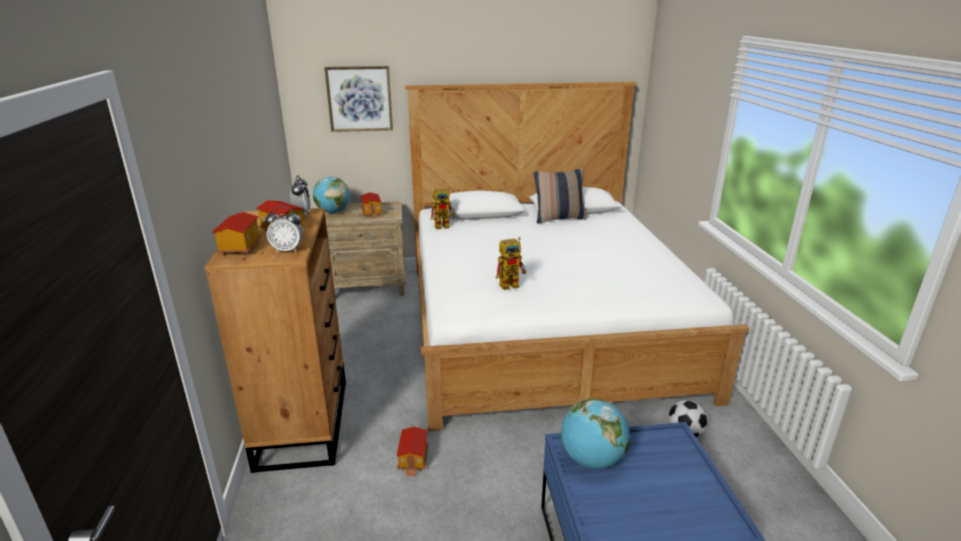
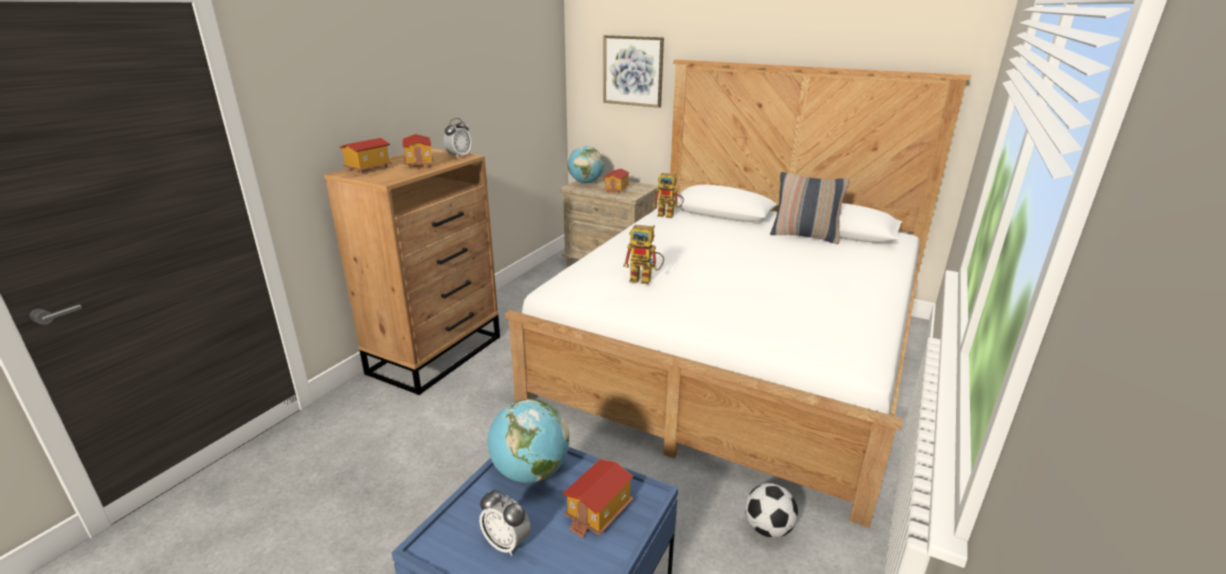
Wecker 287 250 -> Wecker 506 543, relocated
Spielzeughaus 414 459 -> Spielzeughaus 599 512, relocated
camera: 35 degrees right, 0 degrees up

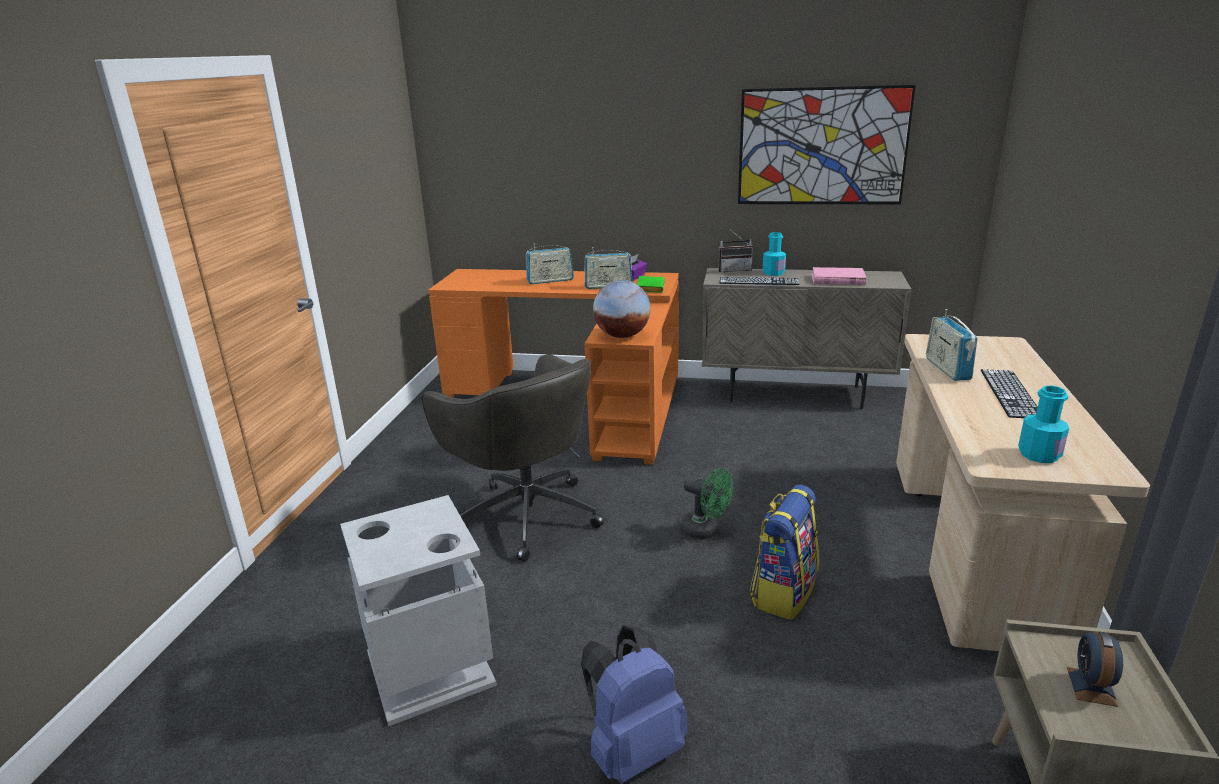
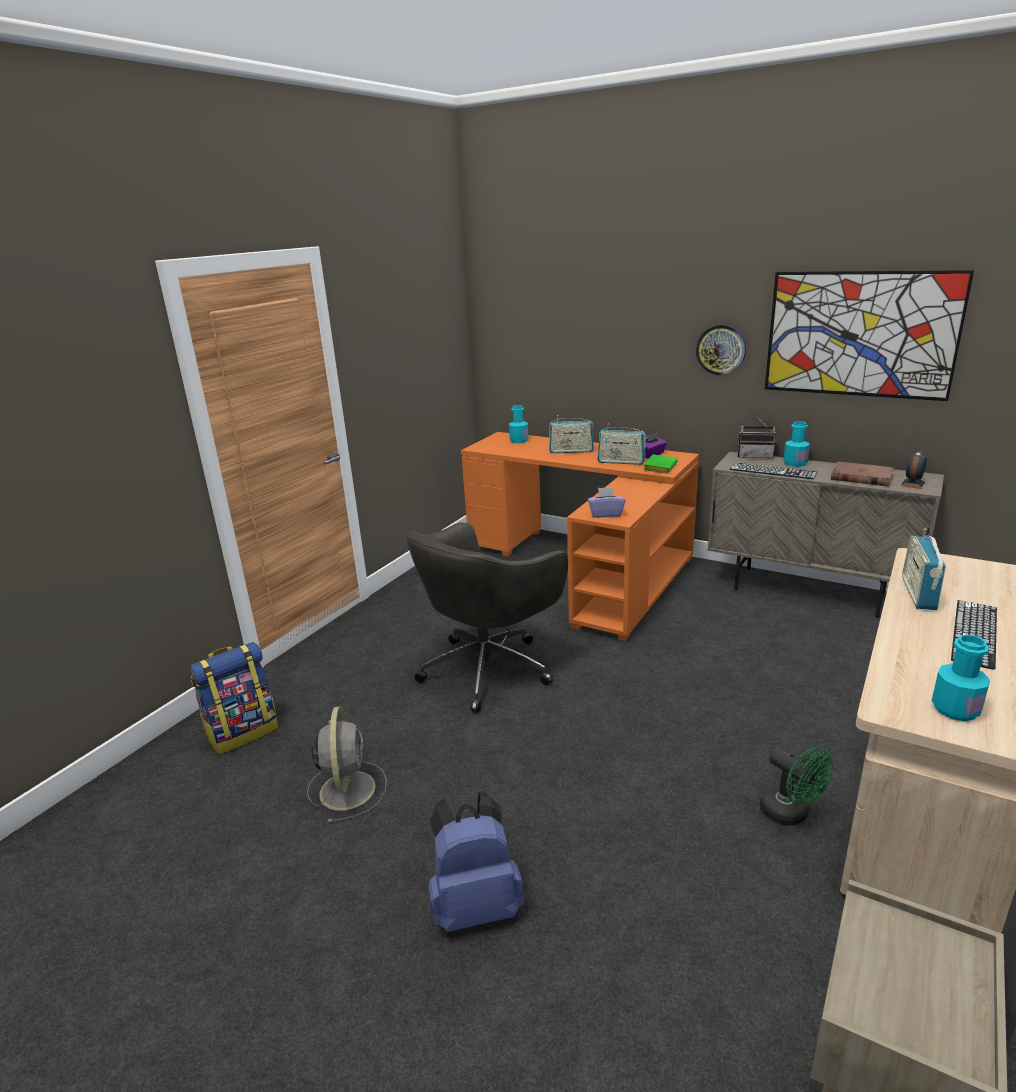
Rucksack 783 592 -> Rucksack 243 732, relocated
Mülleimer (grau) 429 668 -> Ventilator (grau) 347 788
Bürostuhl (grau) 526 514 -> Bürostuhl (grau) 489 668, 60 degrees clockwise
none -> Flasche (türkis) 519 440
Globus 622 336 -> Taschentuchbox (lila) 605 514
none -> Wanduhr 721 349
Ventilator (grün) 705 531 -> Ventilator (grün) 791 814, relocated
Buch (rosa) 837 280 -> Buch (braun) 861 477
Wecker 1091 686 -> Wecker 912 484, relocated
camera: 20 degrees right, 0 degrees up

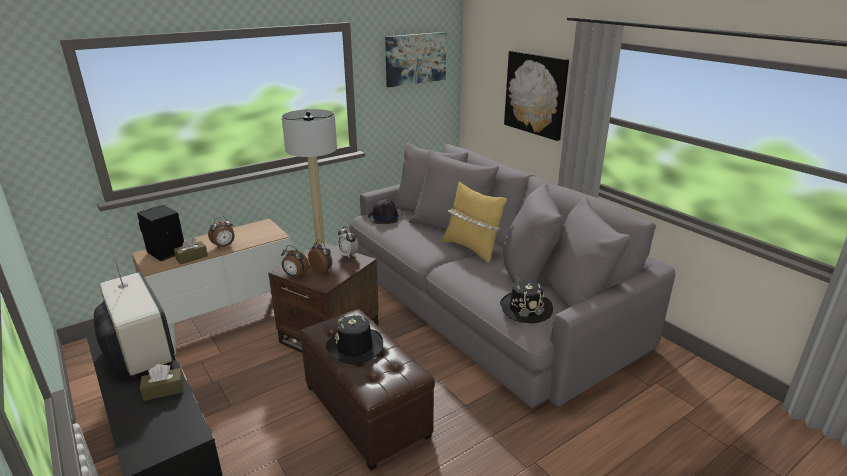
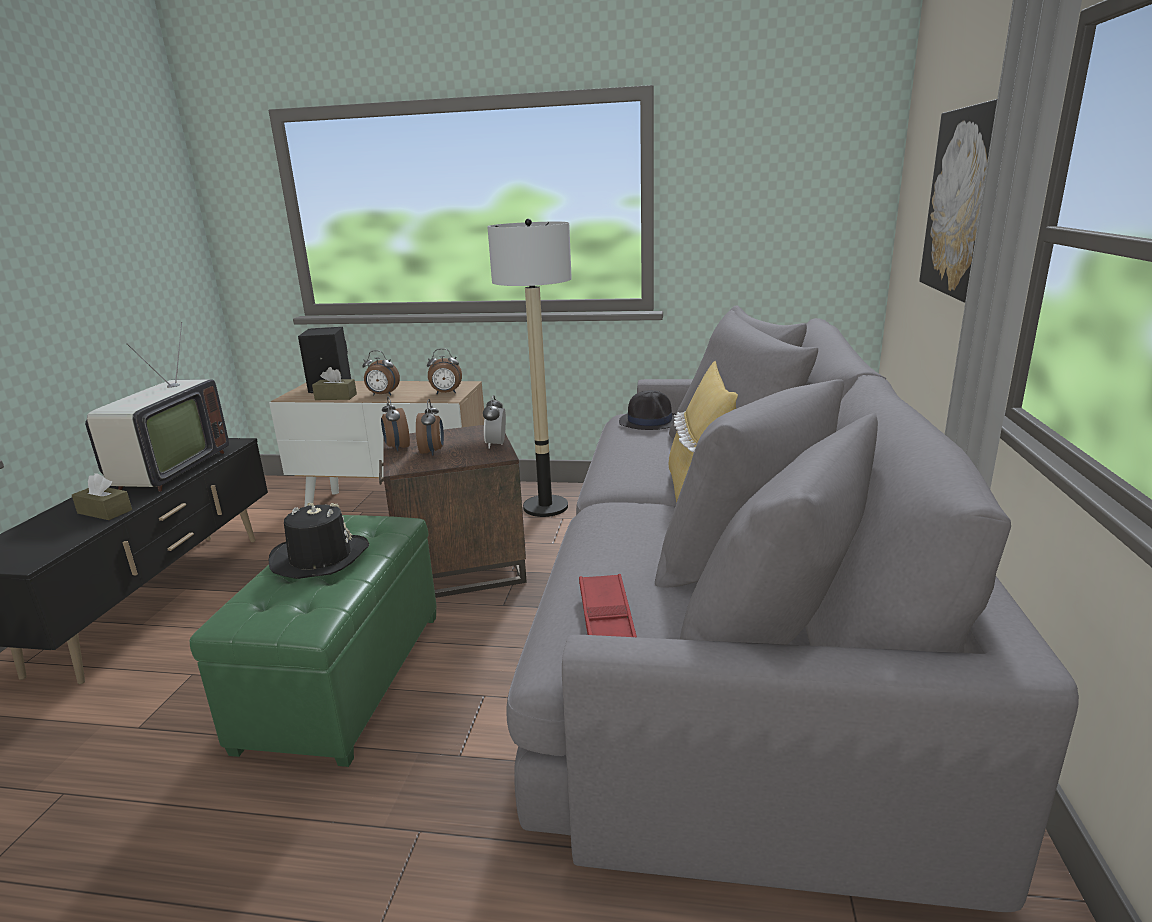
Polsterhocker (braun) 365 411 -> Polsterhocker (grün) 343 678
none -> Wecker 446 393
Hut (schwarz) 525 309 -> Tablett (rot) 606 616
Bild 415 58 -> none
camera: 45 degrees right, 5 degrees down

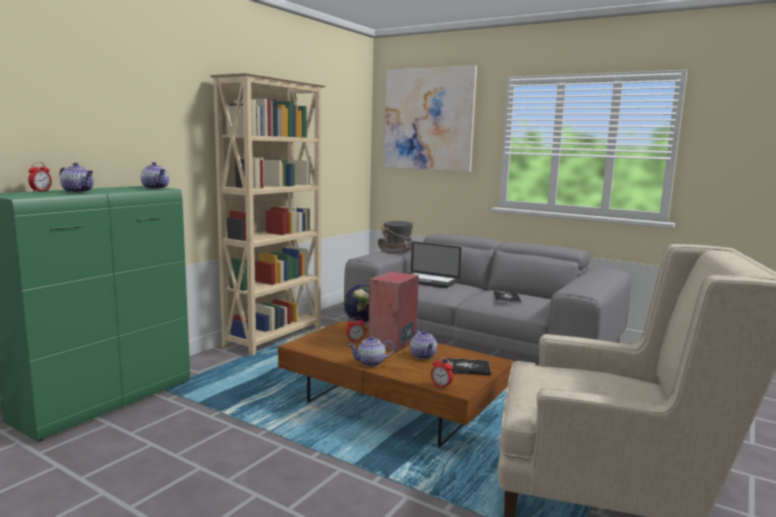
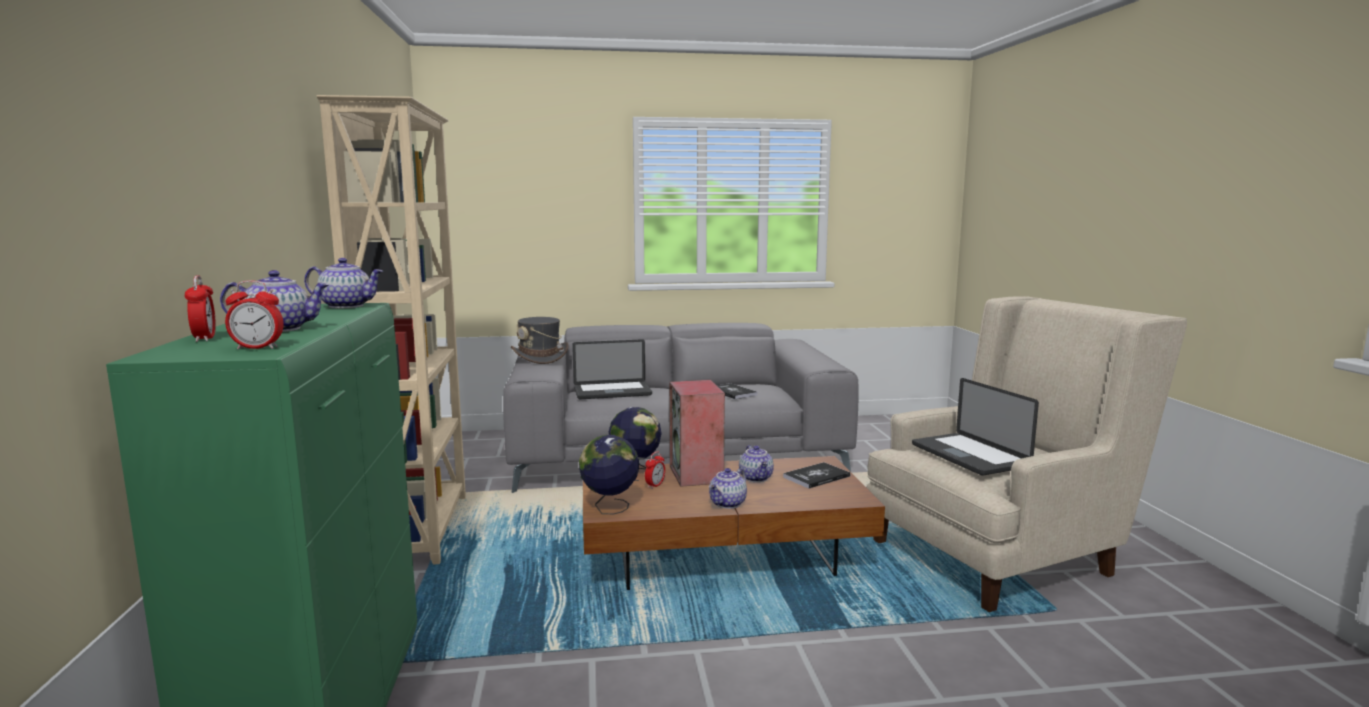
Wecker 441 386 -> Wecker 257 348, relocated
none -> Globus 609 508
Teekanne 423 356 -> Teekanne 757 478, 45 degrees clockwise
none -> Laptop 969 455
Bild 428 119 -> none
camera: 40 degrees left, 0 degrees up

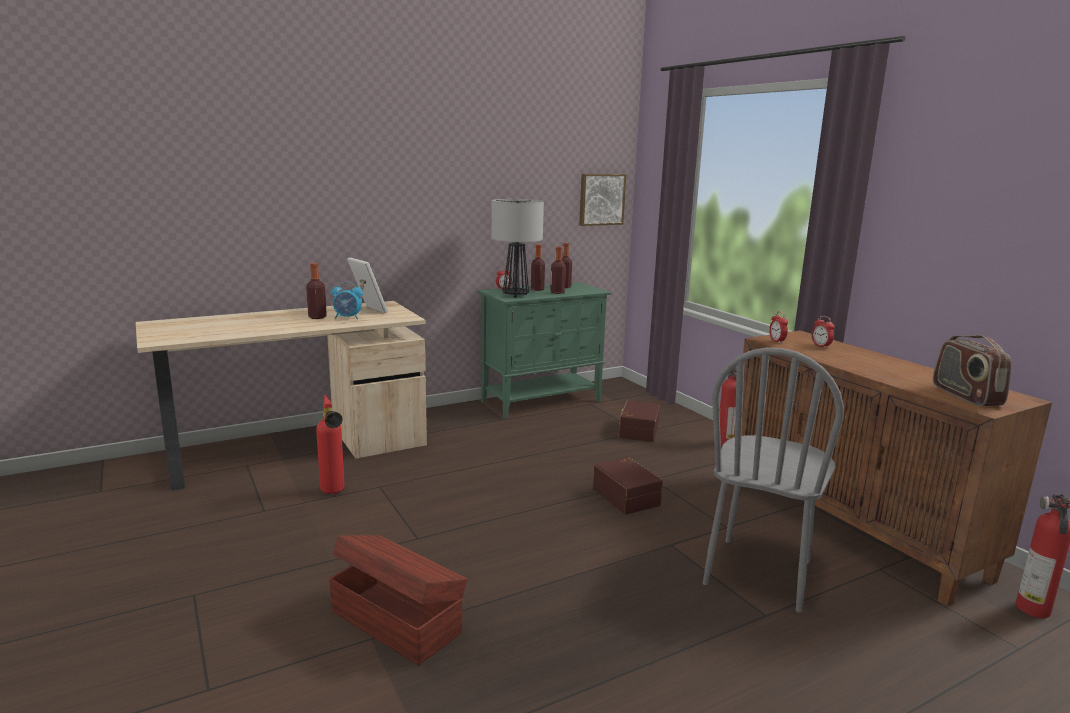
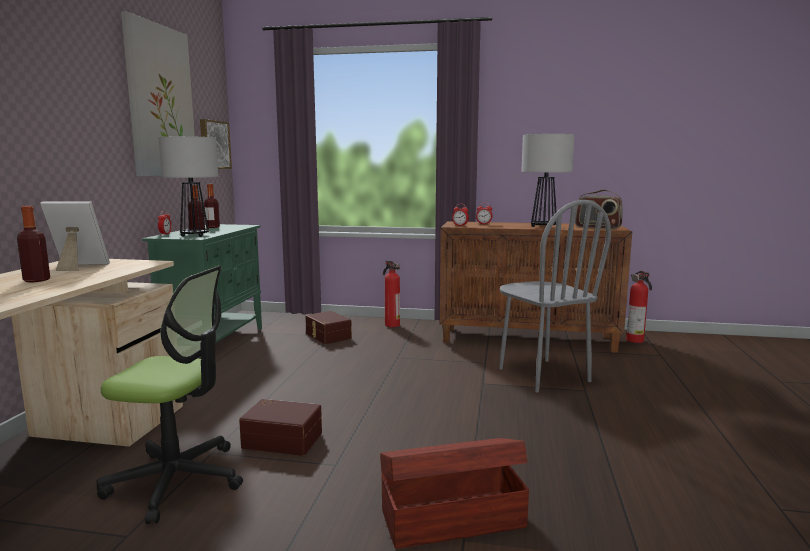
Feuerlöscher 334 493 -> Bürostuhl 177 480
none -> Bild 160 101
Aufbewahrungsbox (braun) 627 496 -> Aufbewahrungsbox (braun) 283 439, relocated
none -> Tischlampe 544 227
Wecker 348 318 -> none
Flasche 557 292 -> none
camera: 50 degrees left, 5 degrees down

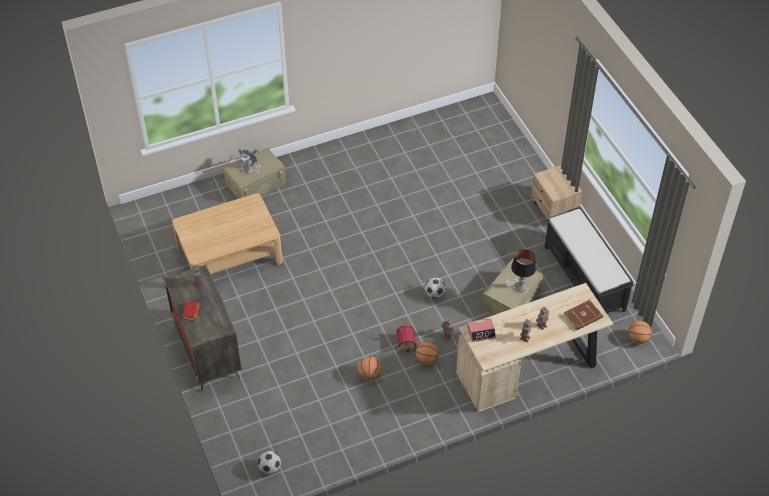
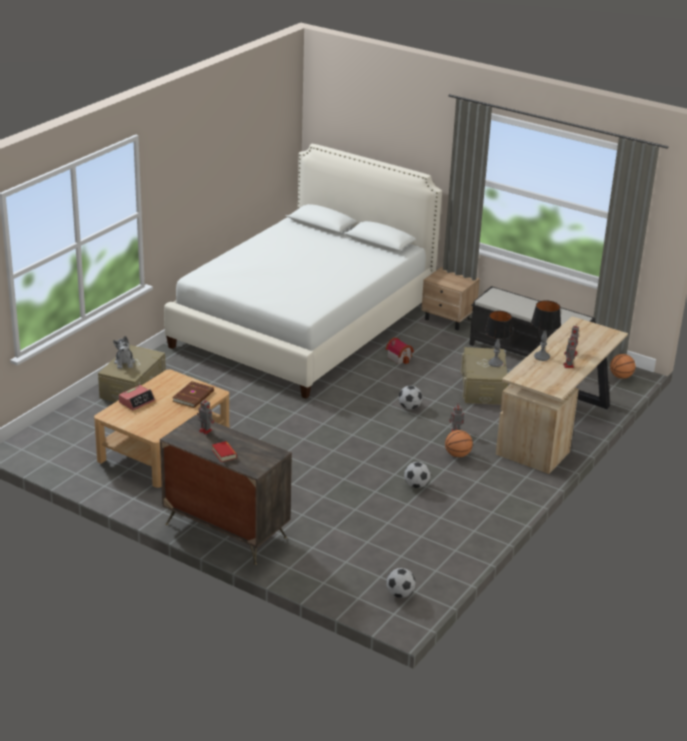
Wecker 481 332 -> Wecker 137 401, relocated
none -> Bett (weiß) 304 326
Buch (braun) 583 316 -> Buch (braun) 194 396, relocated
Spielzeughaus 407 342 -> Spielzeughaus 399 357, relocated
Basketball 369 375 -> Fußball 416 485
none -> Tischlampe 542 357
camera: 35 degrees left, 20 degrees down

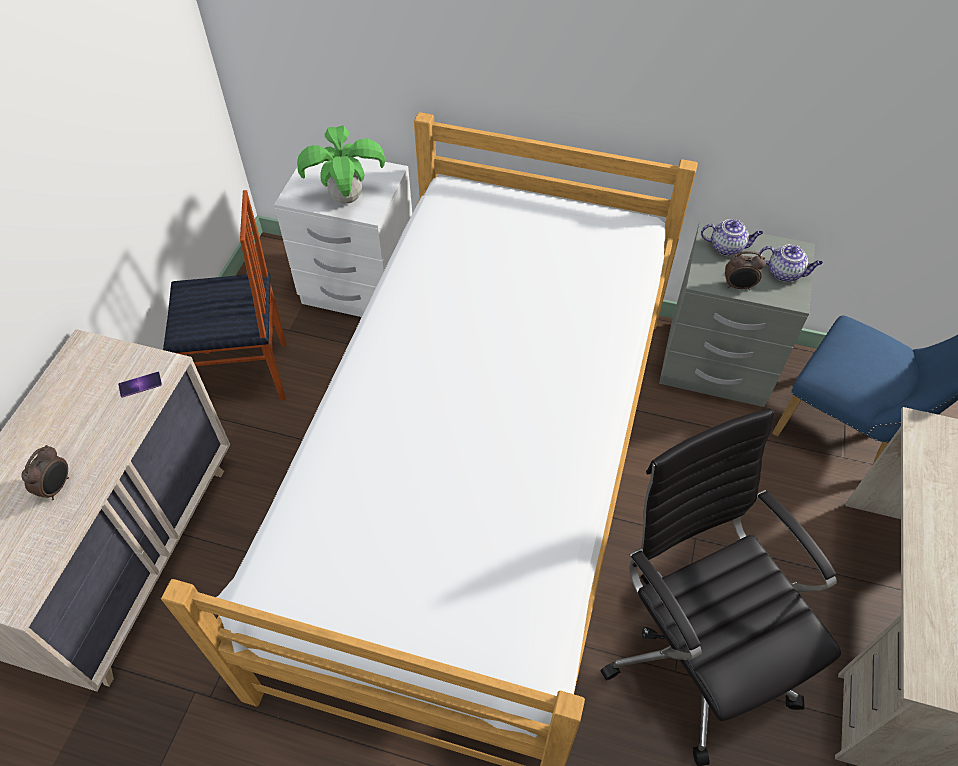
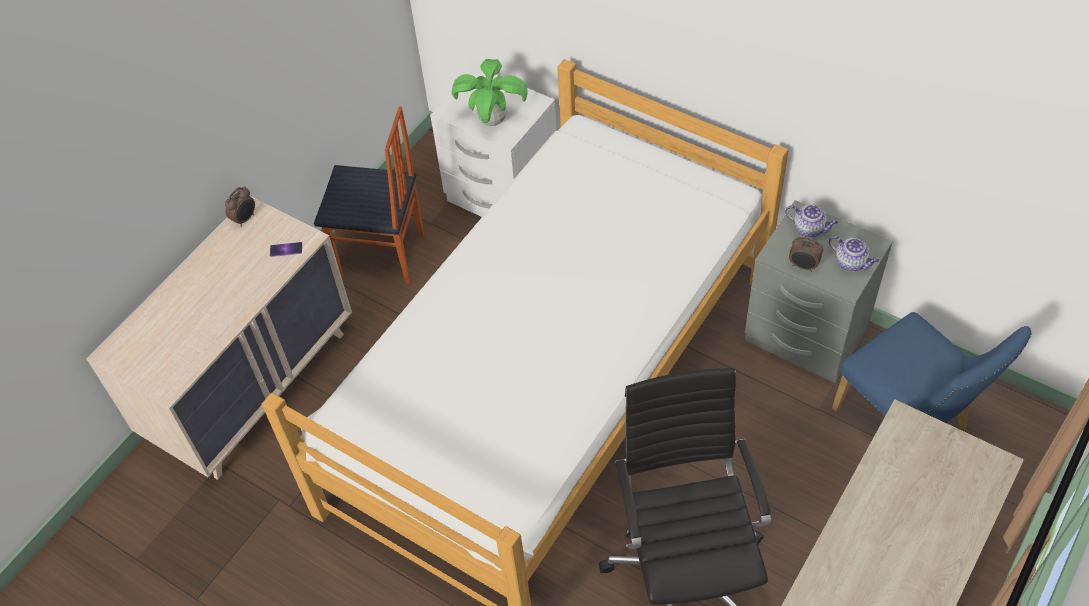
Wecker 57 487 -> Wecker 245 219, relocated
camera: 20 degrees right, 0 degrees up

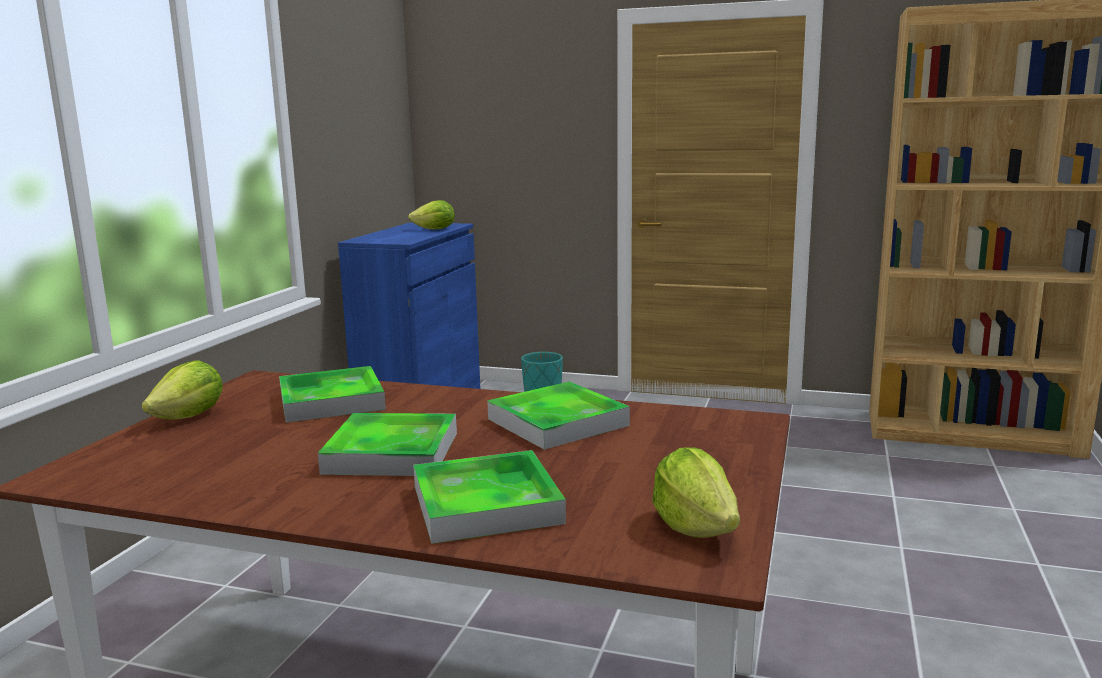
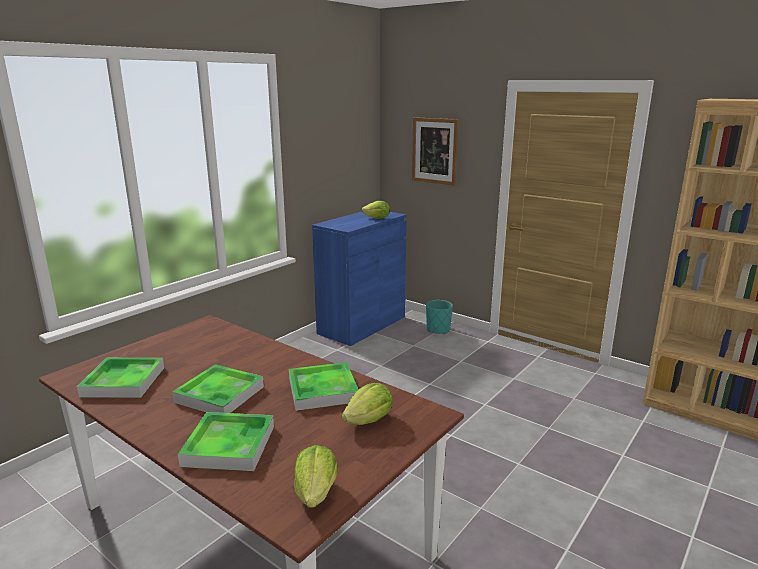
Tablett 331 401 -> Tablett 123 381, relocated
Salatkopf 190 417 -> Salatkopf 369 420, relocated
none -> Bild 434 151
camera: 20 degrees right, 5 degrees up

